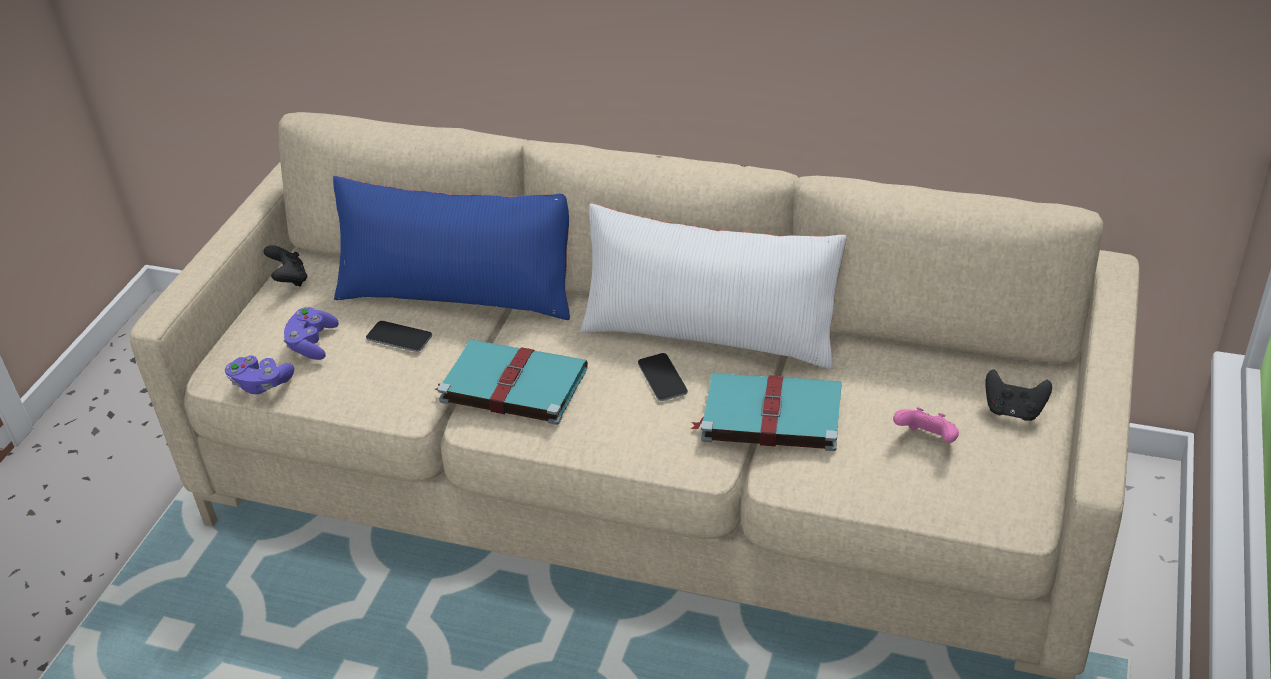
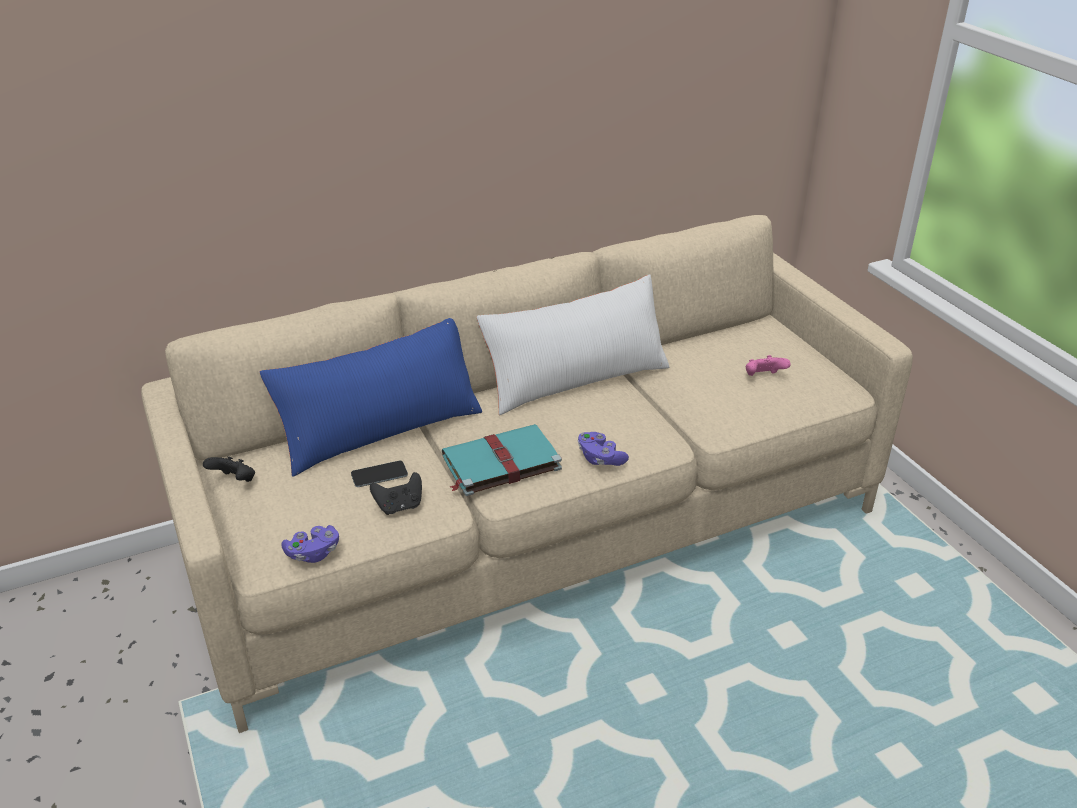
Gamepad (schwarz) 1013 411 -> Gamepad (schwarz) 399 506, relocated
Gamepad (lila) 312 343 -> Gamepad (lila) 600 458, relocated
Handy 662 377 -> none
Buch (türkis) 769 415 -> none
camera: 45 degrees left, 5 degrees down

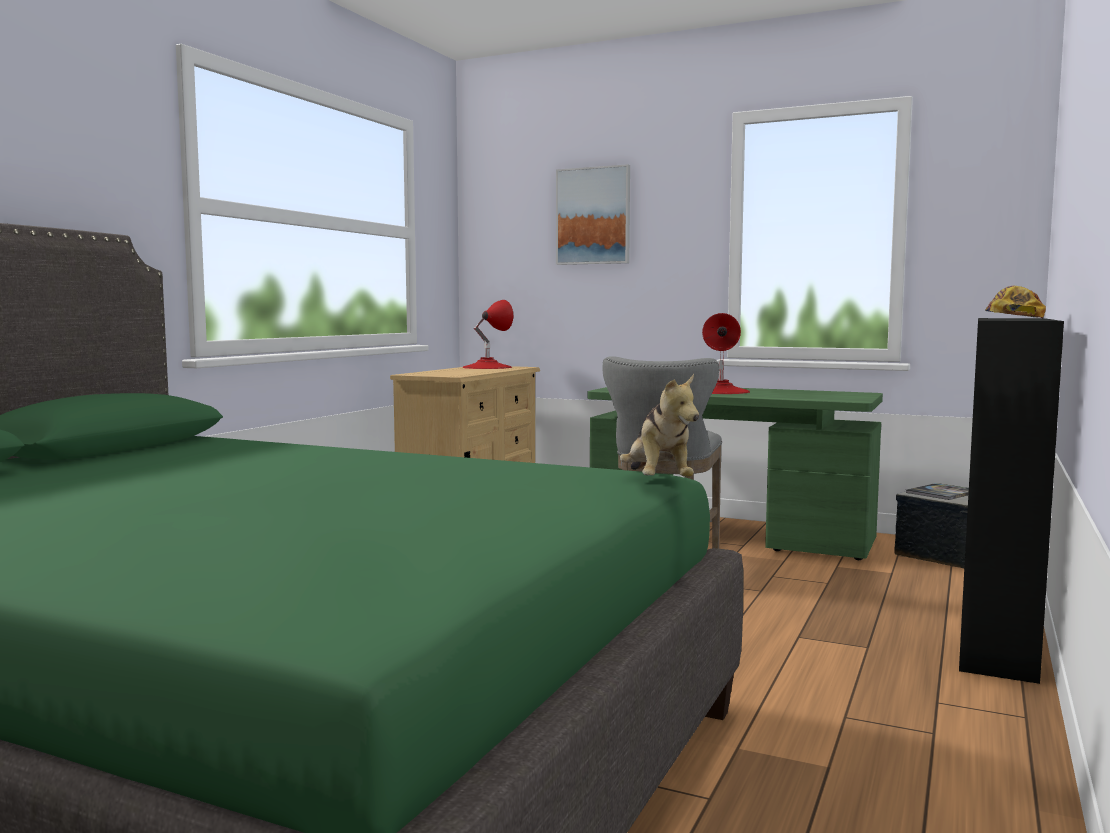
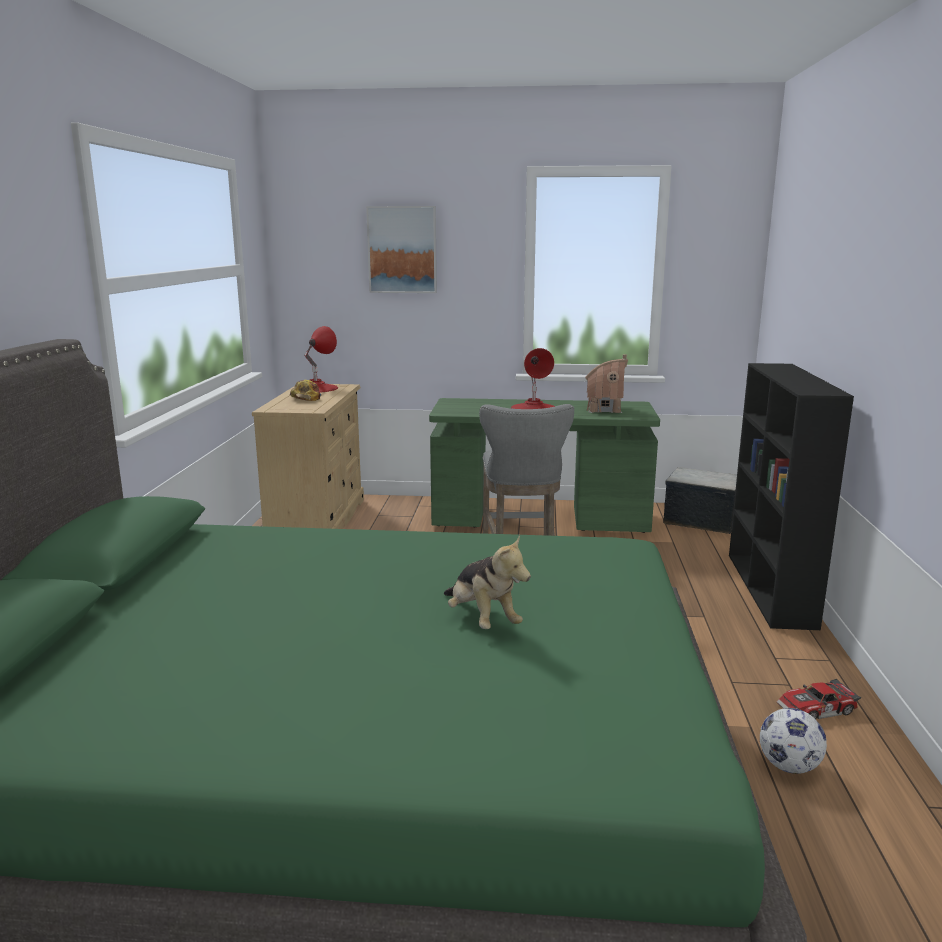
Kappe 1013 318 -> Kappe 306 397, relocated
Plüschtier 657 482 -> Plüschtier 482 620, relocated
none -> Spielzeughaus 604 409
none -> Fußball 788 766
none -> Spielzeugauto 818 710
Buch 942 493 -> none
camera: 20 degrees left, 10 degrees up

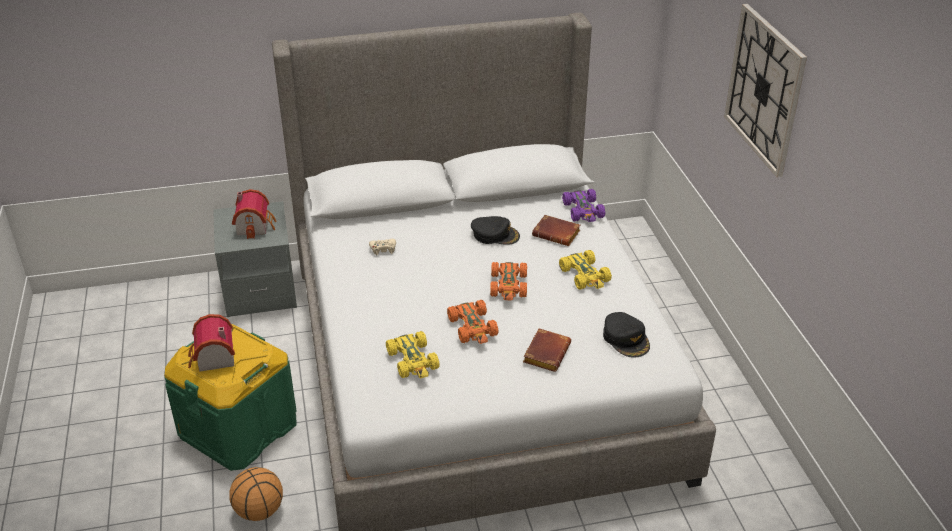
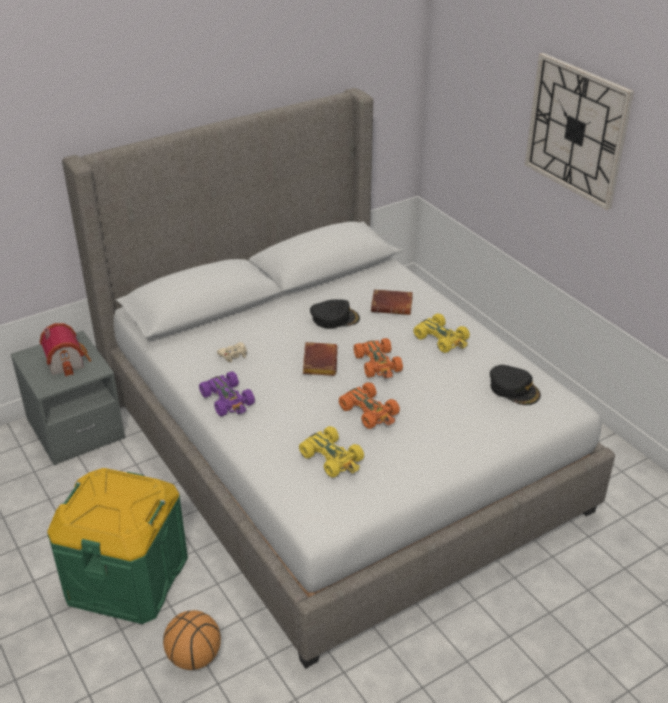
Spielzeugauto (lila) 583 211 -> Spielzeugauto (lila) 228 400, relocated
Buch (braun) 545 353 -> Buch (braun) 318 362, relocated
Spielzeughaus 213 359 -> none
camera: 20 degrees left, 0 degrees up

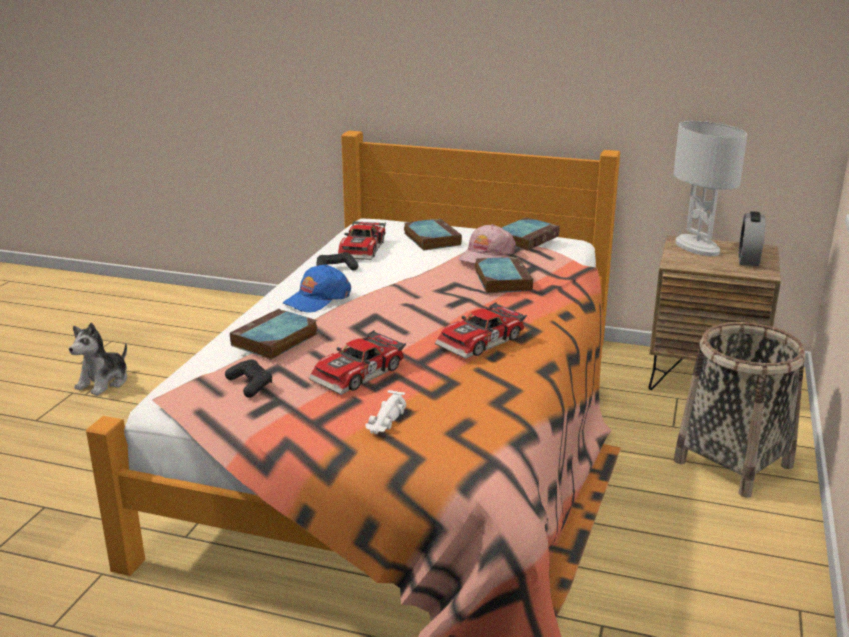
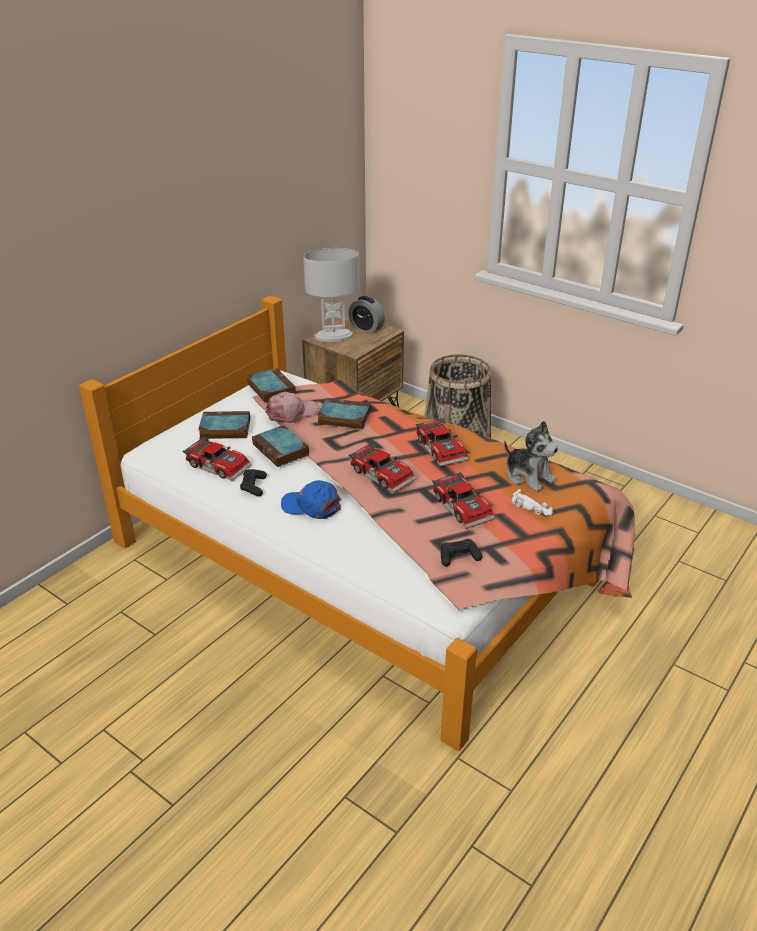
Buch 274 340 -> Buch 282 450, relocated
Kappe (rosa) 486 256 -> Kappe (rosa) 291 413, 90 degrees counterclockwise
Kappe (blau) 317 299 -> Kappe (blau) 311 506, 135 degrees clockwise
none -> Spielzeugauto 383 474
Plüschtier 104 382 -> Plüschtier 529 476, relocated
camera: 70 degrees left, 10 degrees up

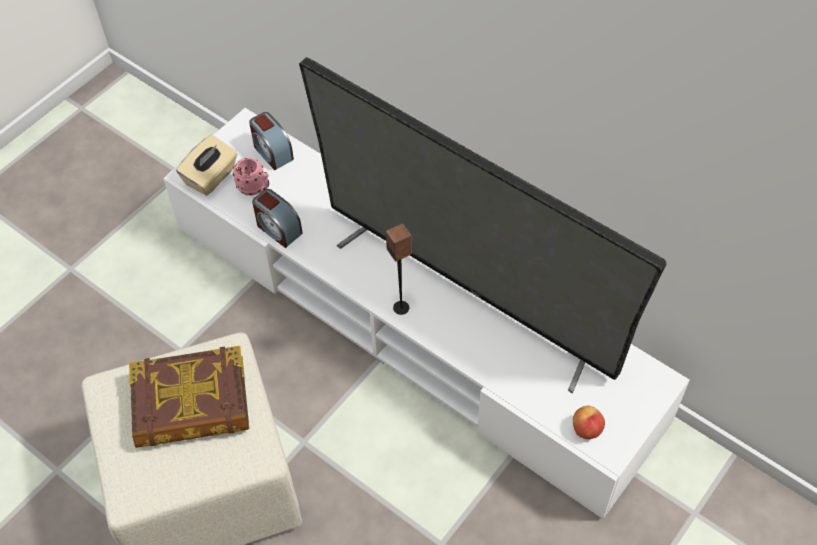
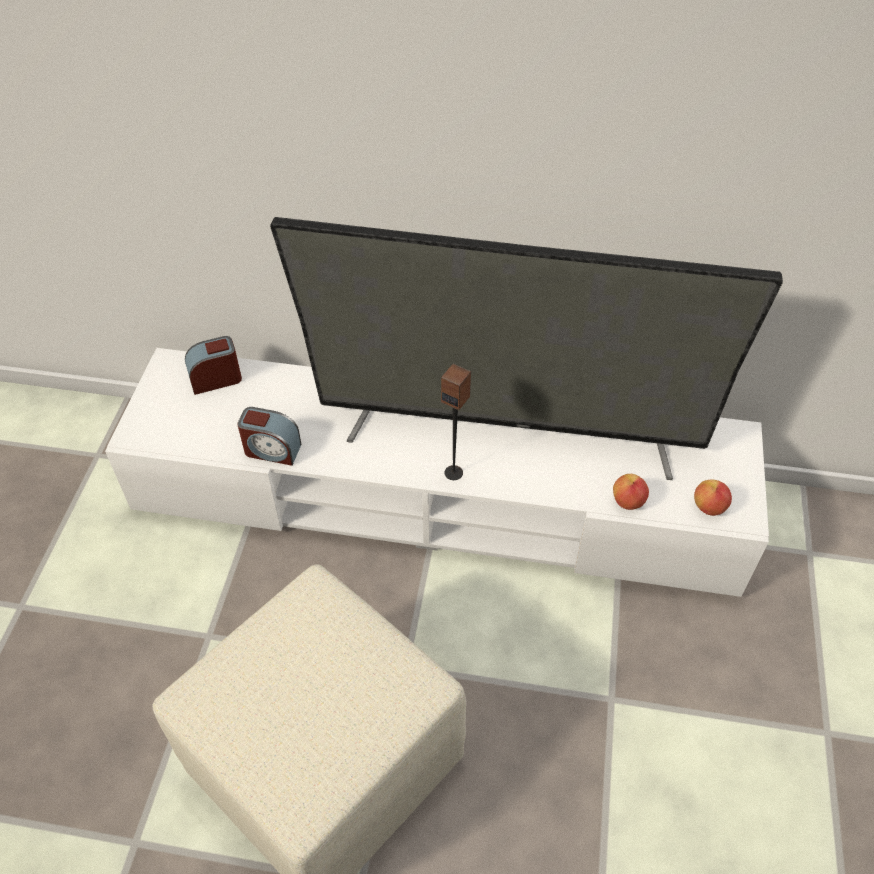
Wecker 272 152 -> Wecker 216 379, 135 degrees clockwise
none -> Apfel 628 501
Buch 191 404 -> none
Taschentuchbox (beige) 211 177 -> none
Henkelbecher (rosa) 255 189 -> none
camera: 30 degrees left, 5 degrees down

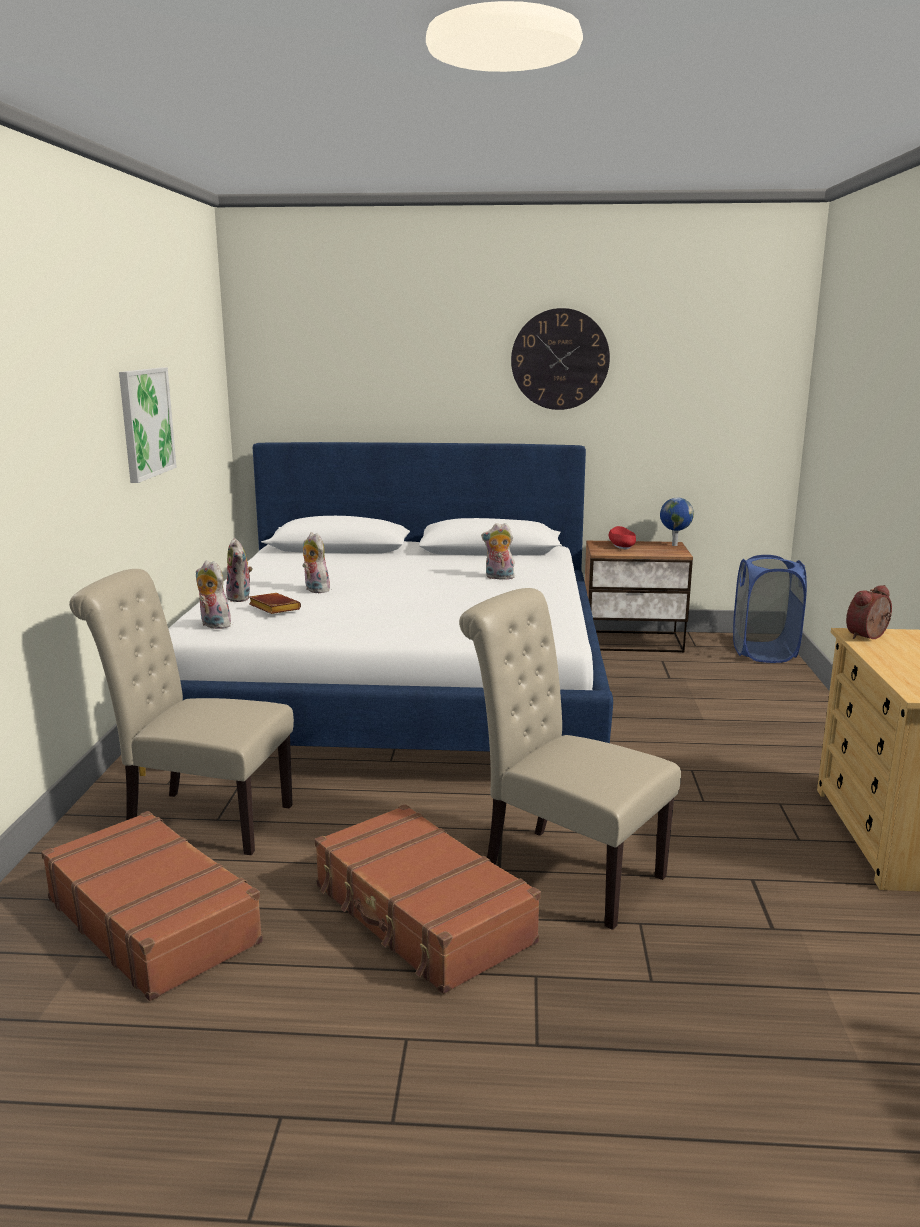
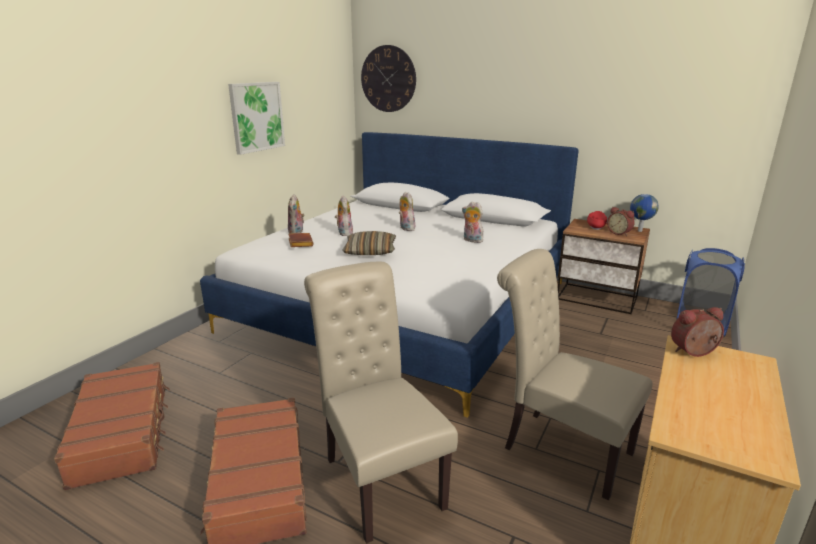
none -> Kissen 370 251
Wanduhr 560 359 -> Wanduhr 388 79, relocated
Plüschtier 213 625 -> Plüschtier 405 228, relocated
Stuhl (beige) 200 819 -> Stuhl (beige) 560 447, relocated
none -> Wecker 619 233
camera: 25 degrees right, 5 degrees up

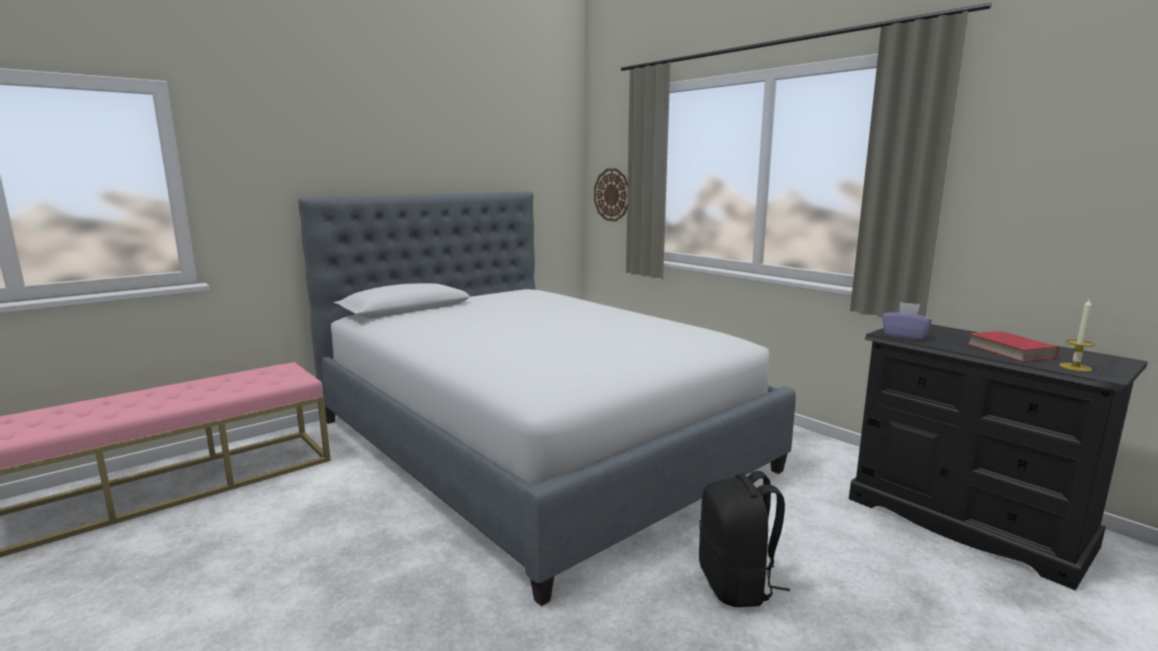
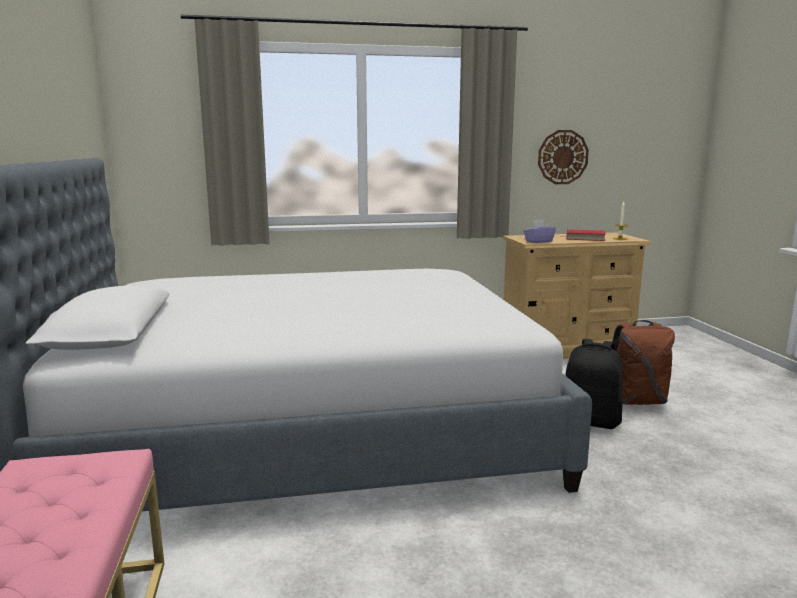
Kommode (schwarz) 966 522 -> Kommode (beige) 567 349
Wanduhr 612 195 -> Wanduhr 562 157, relocated
none -> Rucksack (braun) 636 401
camera: 60 degrees left, 0 degrees up

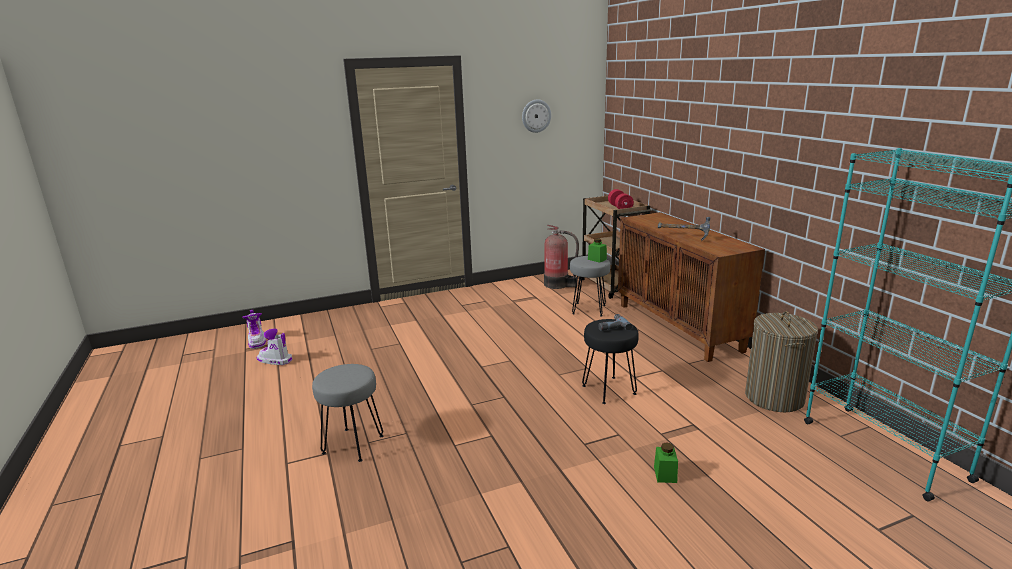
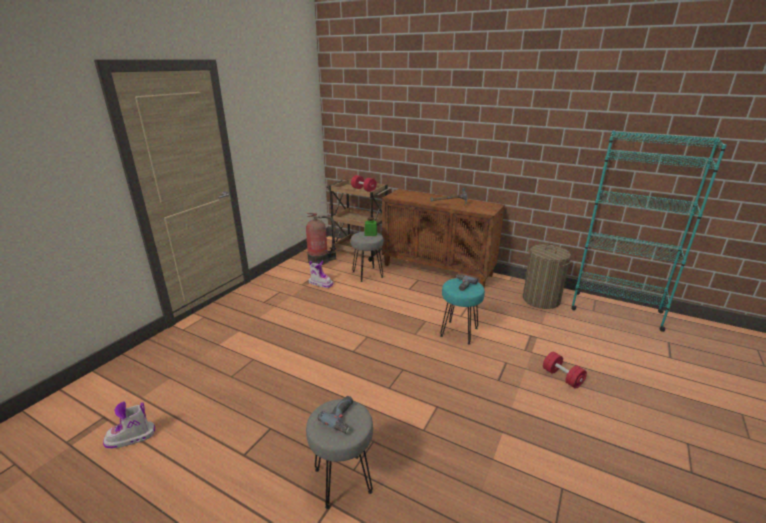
Stiefel 257 341 -> Stiefel 320 283, relocated
none -> Bohrmaschine 343 417
Hocker (schwarz) 609 390 -> Hocker (türkis) 459 332
Vorratsglas (grün) 665 474 -> Hantel (rot) 562 377
Wanduhr 536 116 -> none
camera: 40 degrees left, 5 degrees up

